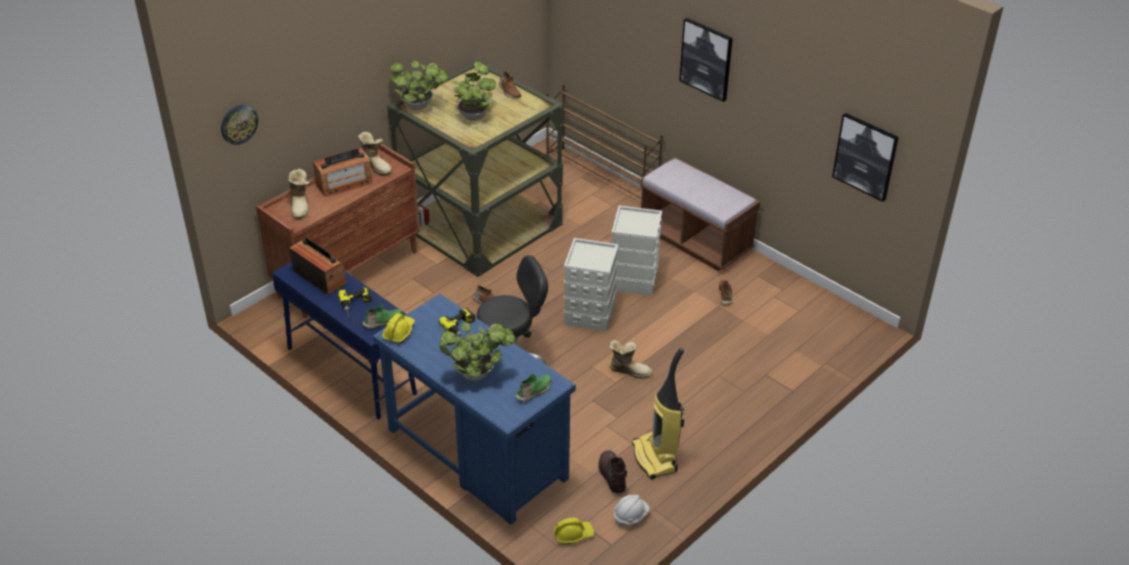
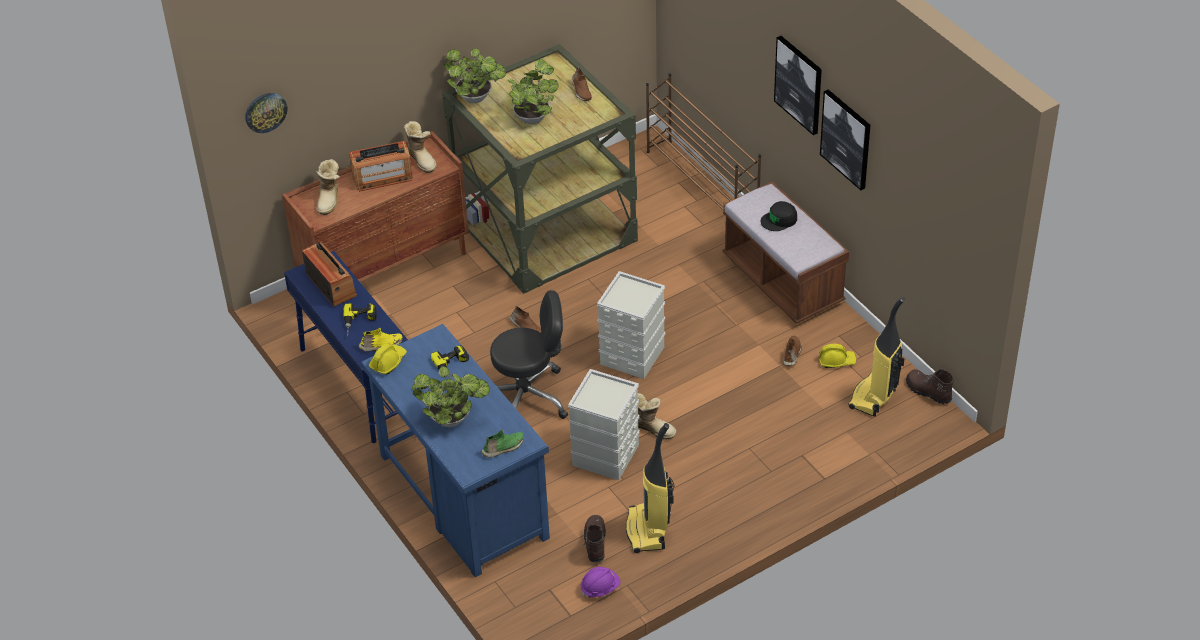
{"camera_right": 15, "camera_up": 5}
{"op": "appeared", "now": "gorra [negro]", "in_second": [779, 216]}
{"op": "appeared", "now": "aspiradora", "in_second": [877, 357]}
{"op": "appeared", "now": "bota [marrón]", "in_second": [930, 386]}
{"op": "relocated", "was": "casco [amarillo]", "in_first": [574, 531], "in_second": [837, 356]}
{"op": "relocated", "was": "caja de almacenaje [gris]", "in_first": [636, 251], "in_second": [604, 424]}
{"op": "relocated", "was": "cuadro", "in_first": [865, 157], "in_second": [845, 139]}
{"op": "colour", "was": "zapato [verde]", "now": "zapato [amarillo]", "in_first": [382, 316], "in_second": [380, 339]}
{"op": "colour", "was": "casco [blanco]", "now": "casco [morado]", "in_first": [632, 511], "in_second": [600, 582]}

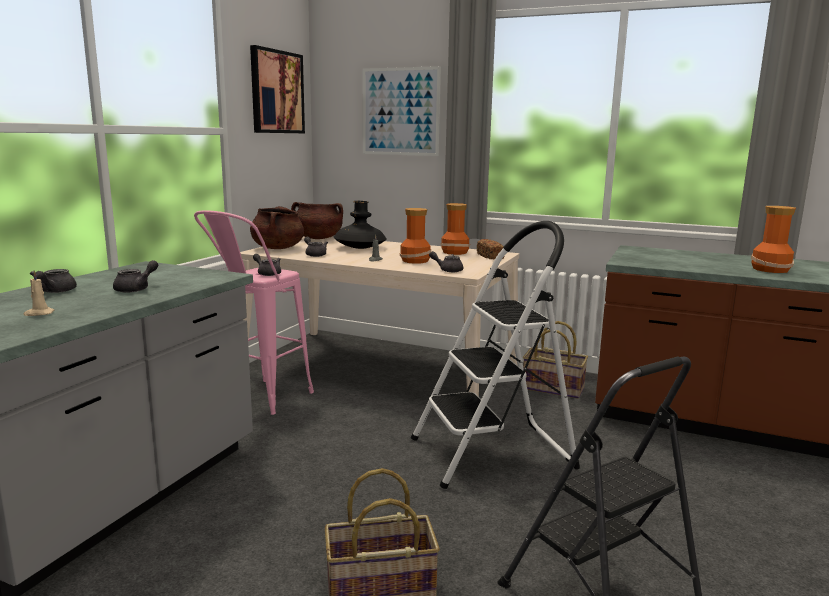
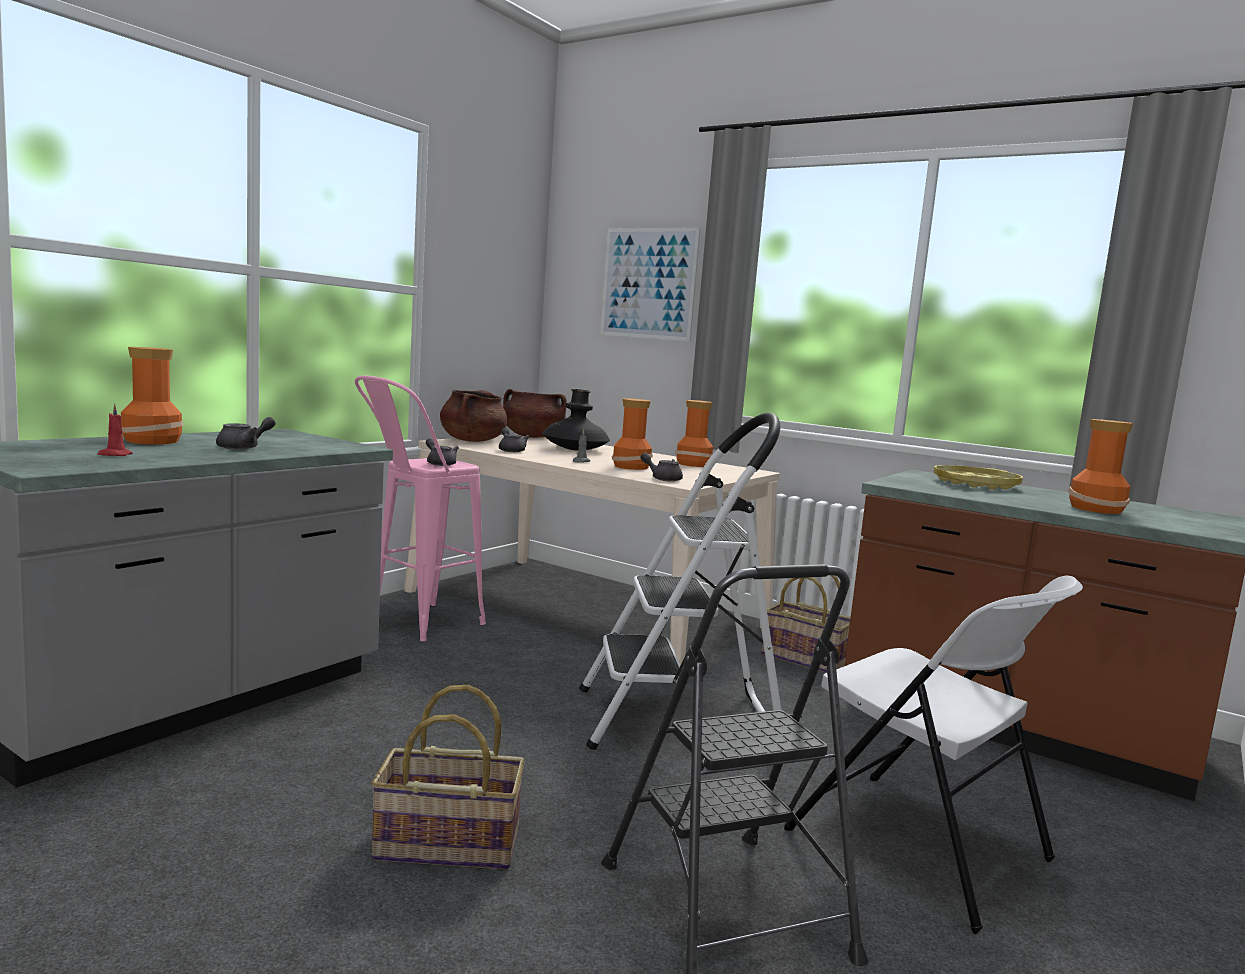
{"camera_right": 10, "camera_up": -5}
{"op": "missing", "was": "cuadro", "in_first": [277, 89]}
{"op": "missing", "was": "pan", "in_first": [490, 249]}
{"op": "appeared", "now": "silla [blanco]", "in_second": [933, 755]}
{"op": "appeared", "now": "bandeja [amarillo]", "in_second": [978, 477]}
{"op": "exchanged", "was": "tetera [gris]", "now": "florero", "in_first": [53, 281], "in_second": [152, 395]}
{"op": "colour", "was": "vela [beis]", "now": "vela [rojo]", "in_first": [39, 293], "in_second": [115, 430]}

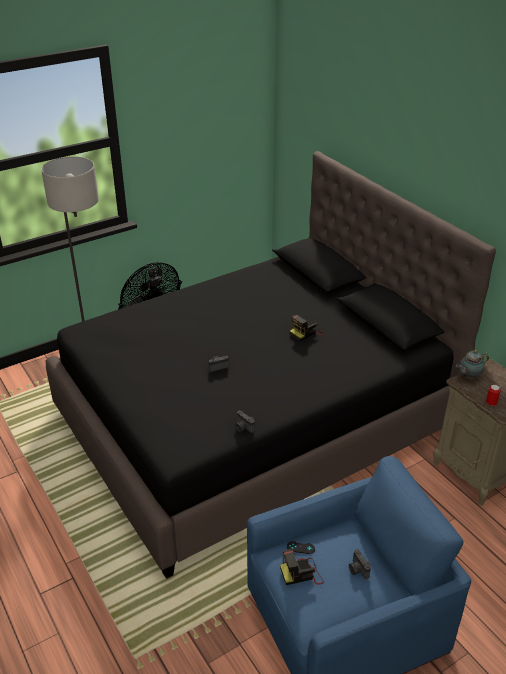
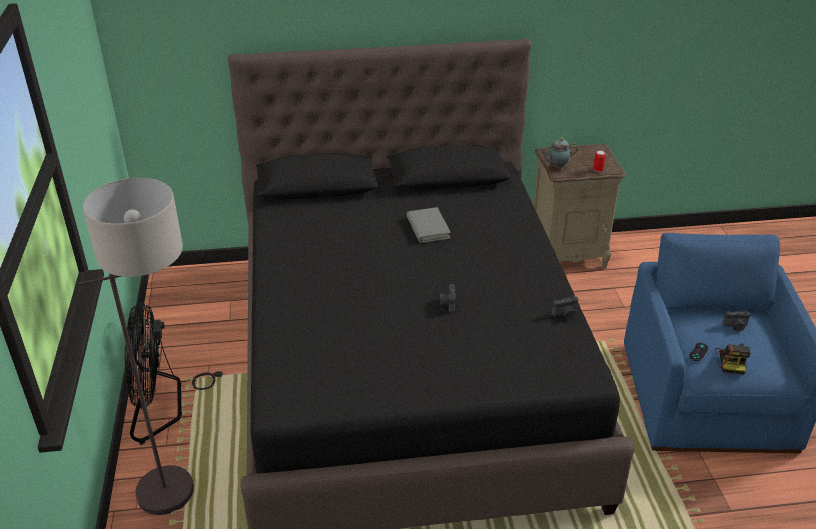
{"camera_right": -65, "camera_up": 0}
{"op": "exchanged", "was": "cámara", "now": "libro [gris]", "in_first": [307, 328], "in_second": [429, 225]}
{"op": "spun", "was": "tetera", "in_first": [472, 364], "in_second": [559, 152], "clockwise": 75}

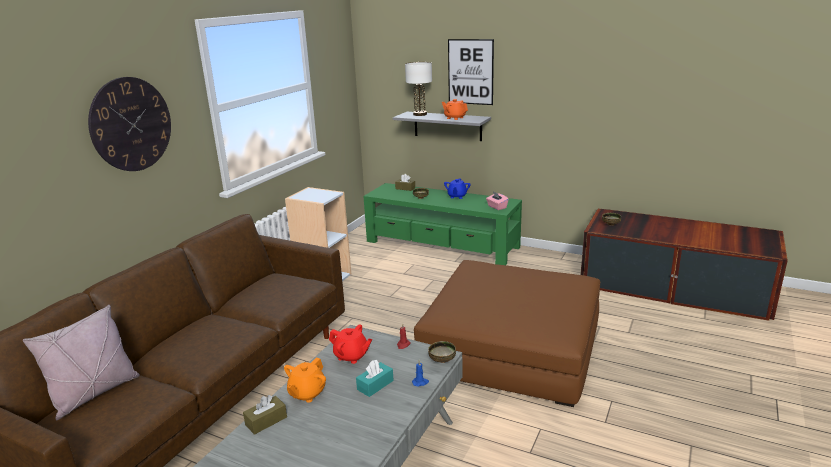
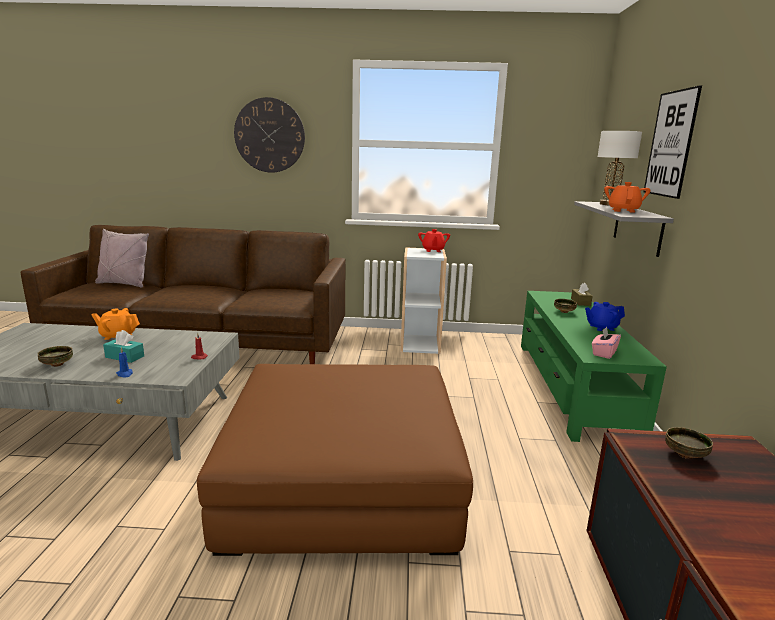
{"camera_right": 65, "camera_up": -5}
{"op": "missing", "was": "caja de pañuelos [marrón]", "in_first": [265, 415]}
{"op": "relocated", "was": "tetera [rojo]", "in_first": [350, 344], "in_second": [434, 240]}
{"op": "relocated", "was": "cuenco", "in_first": [442, 352], "in_second": [55, 356]}

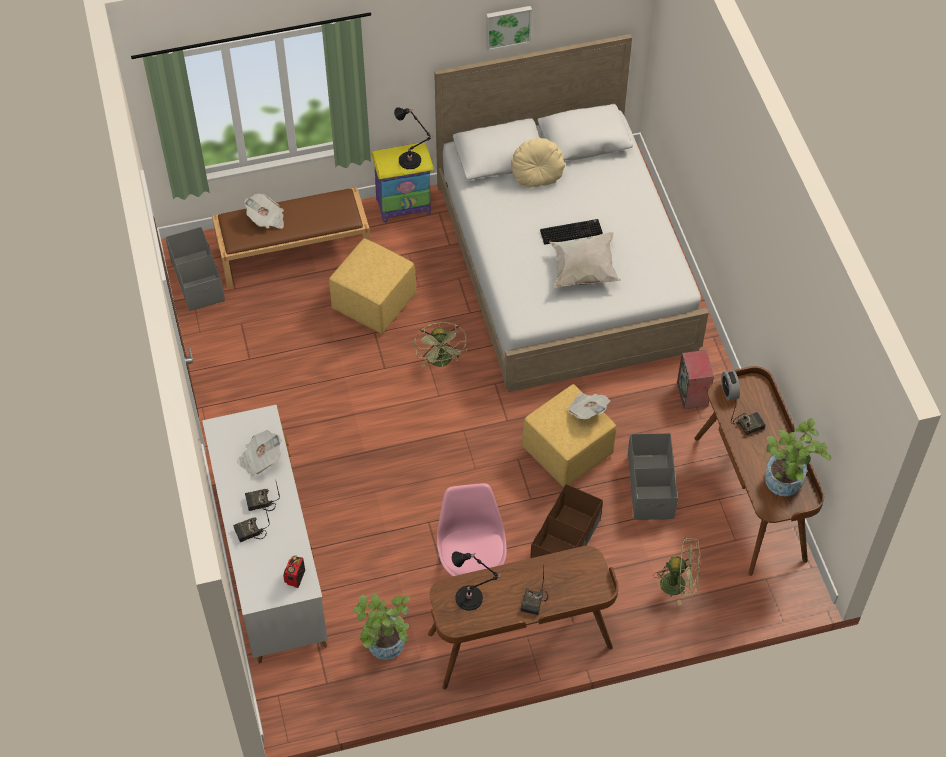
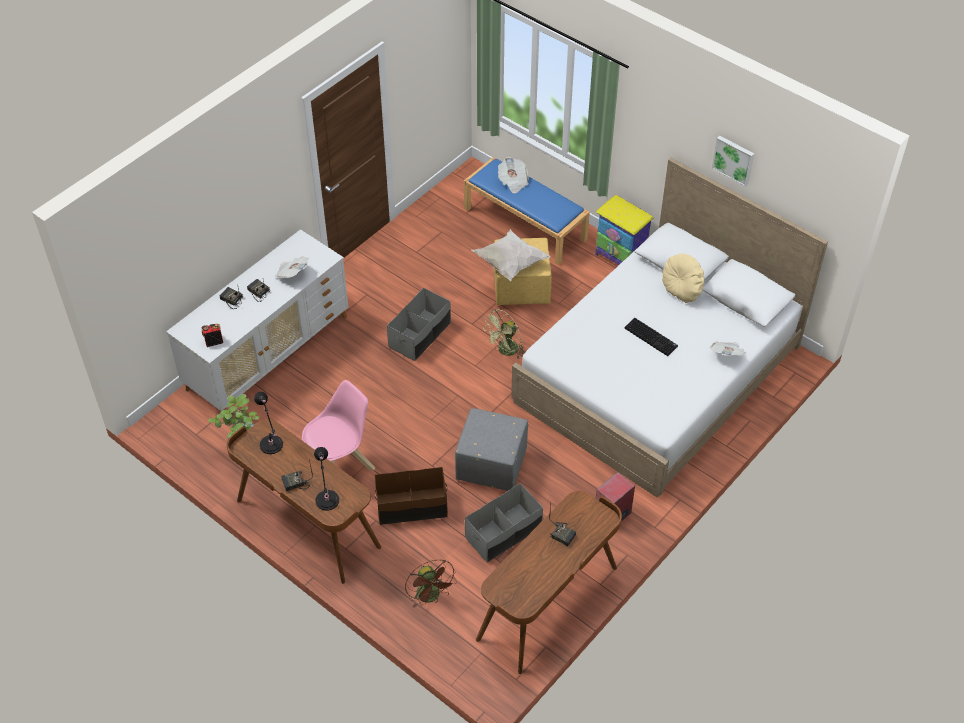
{"camera_right": 55, "camera_up": -5}
{"op": "missing", "was": "despertador", "in_first": [730, 385]}
{"op": "missing", "was": "planta en maceta", "in_first": [798, 457]}
{"op": "relocated", "was": "caja de almacenaje [gris]", "in_first": [195, 269], "in_second": [419, 324]}
{"op": "relocated", "was": "lámpara de mesa [negro]", "in_first": [414, 138], "in_second": [326, 479]}
{"op": "relocated", "was": "cojín [blanco]", "in_first": [585, 260], "in_second": [511, 255]}
{"op": "relocated", "was": "periódico", "in_first": [588, 406], "in_second": [728, 348]}
{"op": "colour", "was": "banco [marrón]", "now": "banco [azul]", "in_first": [291, 237], "in_second": [527, 211]}
{"op": "colour", "was": "puf [amarillo]", "now": "puf [gris]", "in_first": [569, 435], "in_second": [491, 449]}
{"op": "colour", "was": "ventilador [verde]", "now": "ventilador [marrón]", "in_first": [676, 571], "in_second": [431, 584]}

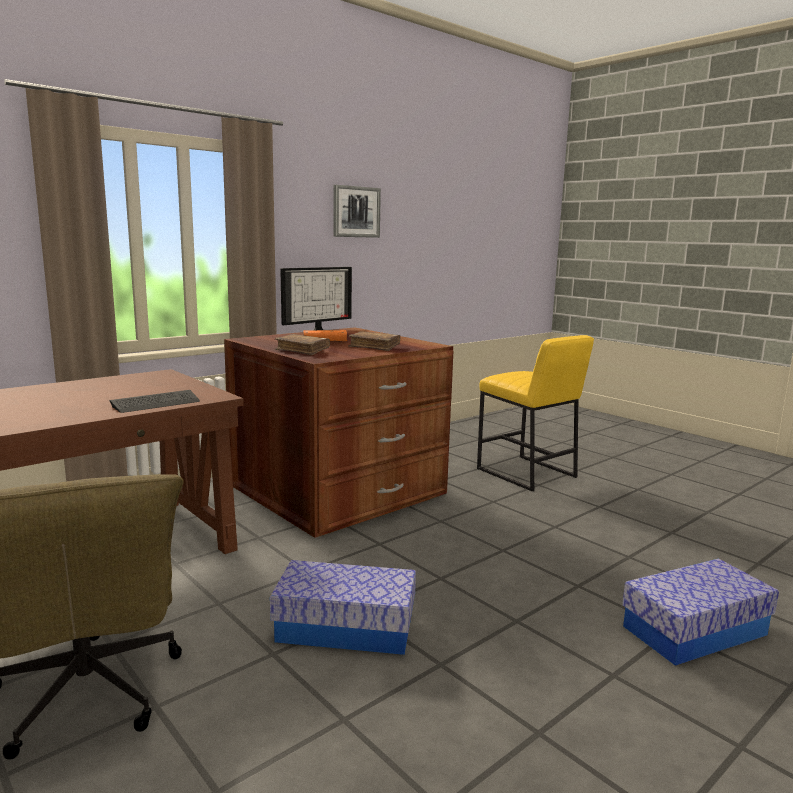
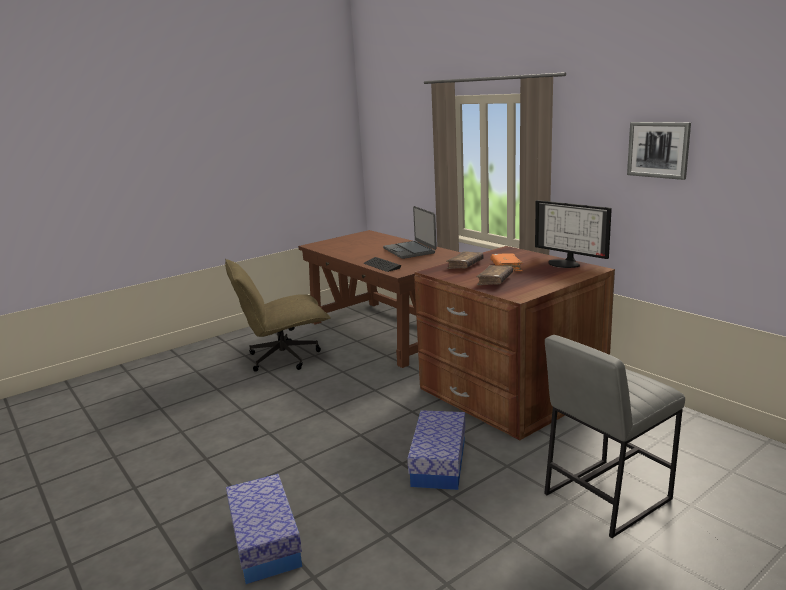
{"camera_right": 95, "camera_up": 5}
{"op": "appeared", "now": "portátil", "in_second": [410, 232]}
{"op": "relocated", "was": "caja de almacenaje", "in_first": [343, 607], "in_second": [436, 450]}
{"op": "colour", "was": "silla [amarillo]", "now": "silla [gris]", "in_first": [535, 413], "in_second": [615, 436]}

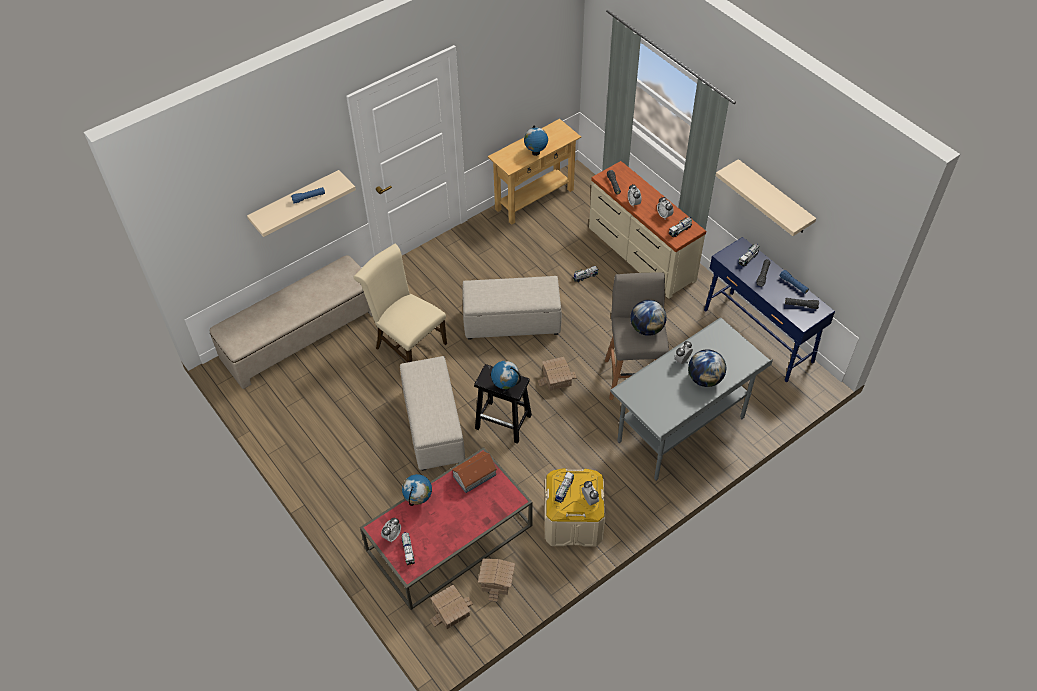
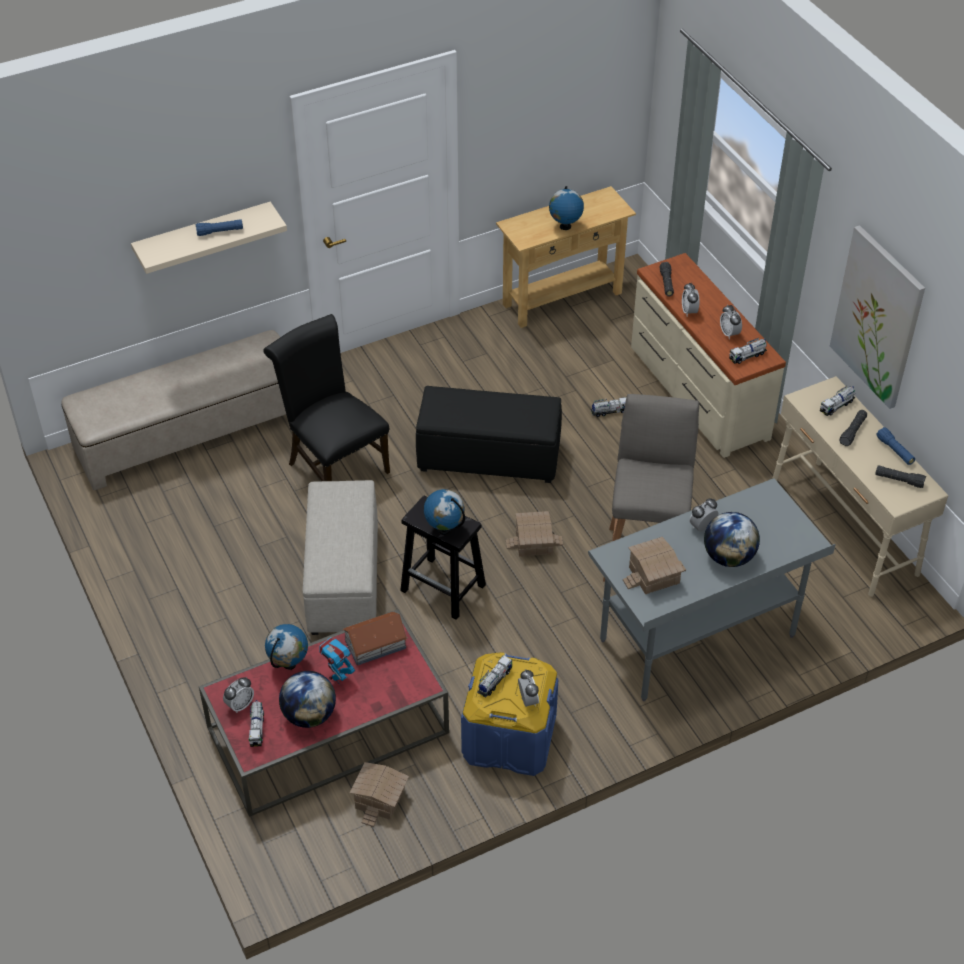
{"camera_right": 10, "camera_up": -5}
{"op": "appeared", "now": "robot de juguete", "in_second": [337, 660]}
{"op": "relocated", "was": "casita", "in_first": [451, 607], "in_second": [654, 565]}
{"op": "relocated", "was": "globo terráqueo", "in_first": [648, 318], "in_second": [307, 699]}
{"op": "exchanged", "was": "estante [beis]", "now": "cuadro", "in_first": [766, 197], "in_second": [877, 317]}
{"op": "colour", "was": "silla [beis]", "now": "silla [negro]", "in_first": [400, 303], "in_second": [326, 397]}
{"op": "colour", "was": "puf [beis]", "now": "puf [negro]", "in_first": [512, 308], "in_second": [489, 434]}
{"op": "colour", "was": "caja de almacenaje [beis]", "now": "caja de almacenaje [azul]", "in_first": [575, 507], "in_second": [510, 714]}
{"op": "colour", "was": "mesa consola [azul]", "now": "mesa consola [beis]", "in_first": [769, 309], "in_second": [860, 486]}

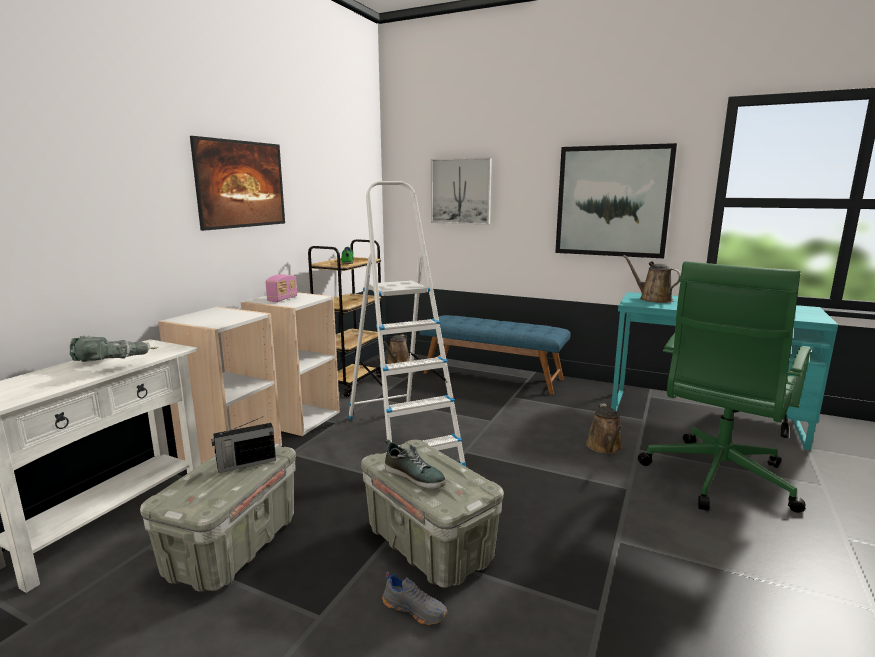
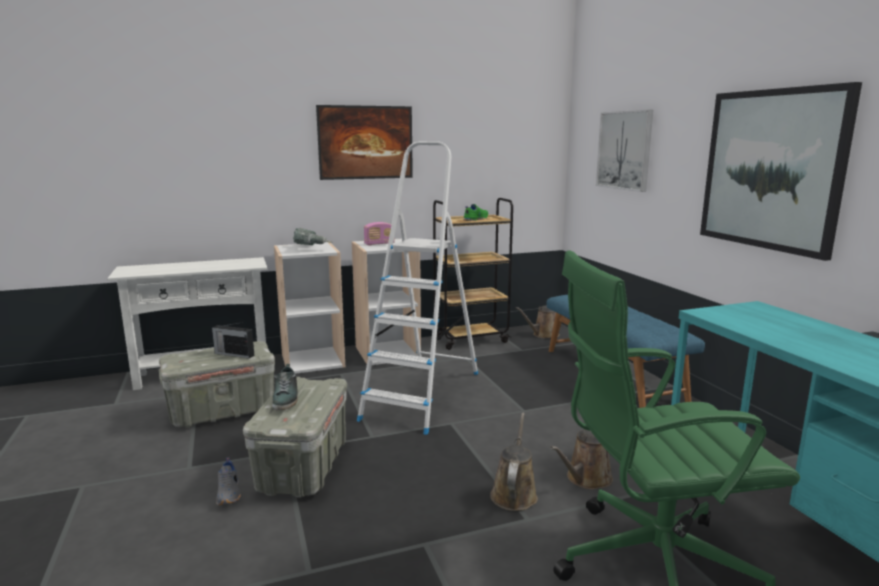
{"camera_right": 45, "camera_up": 0}
{"op": "relocated", "was": "taladro", "in_first": [114, 349], "in_second": [312, 236]}
{"op": "relocated", "was": "regadera [marrón]", "in_first": [652, 279], "in_second": [514, 461]}

